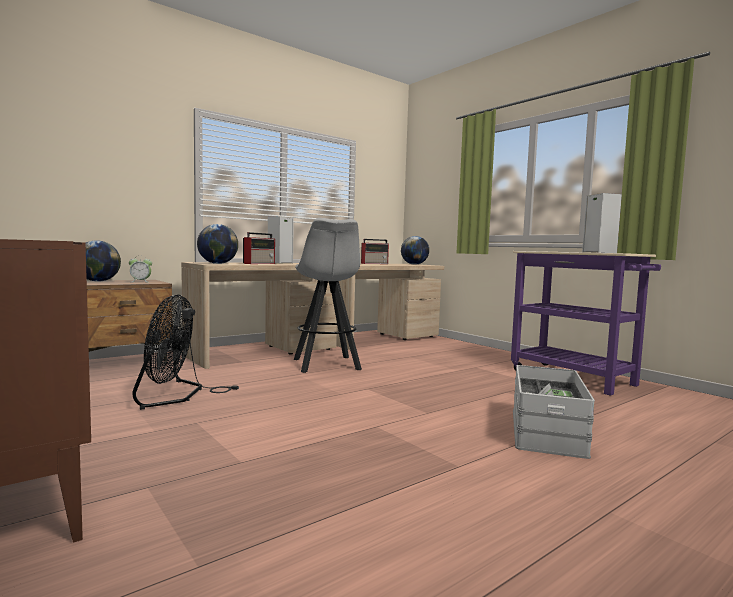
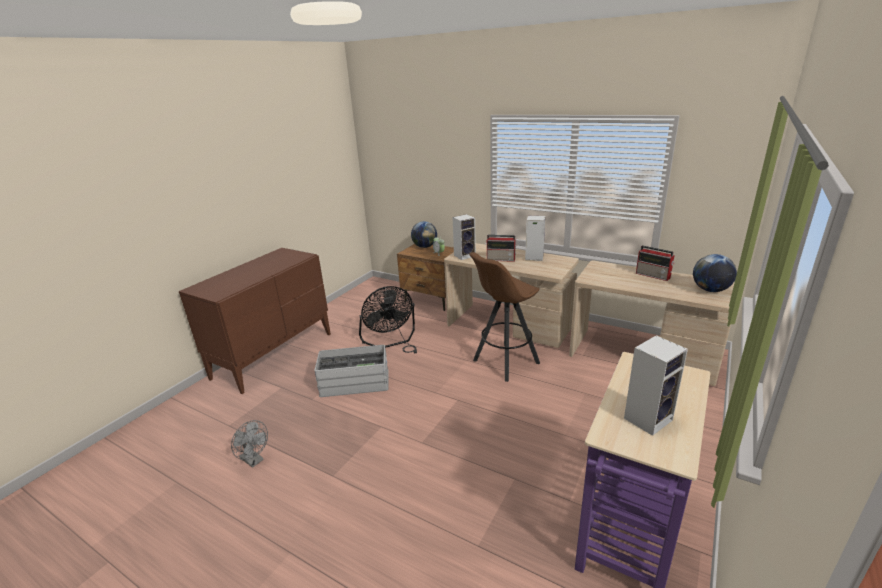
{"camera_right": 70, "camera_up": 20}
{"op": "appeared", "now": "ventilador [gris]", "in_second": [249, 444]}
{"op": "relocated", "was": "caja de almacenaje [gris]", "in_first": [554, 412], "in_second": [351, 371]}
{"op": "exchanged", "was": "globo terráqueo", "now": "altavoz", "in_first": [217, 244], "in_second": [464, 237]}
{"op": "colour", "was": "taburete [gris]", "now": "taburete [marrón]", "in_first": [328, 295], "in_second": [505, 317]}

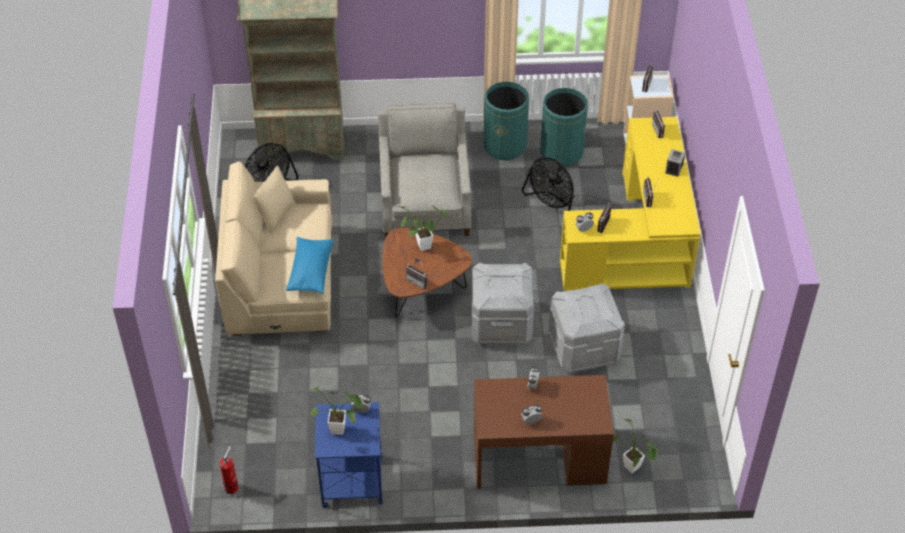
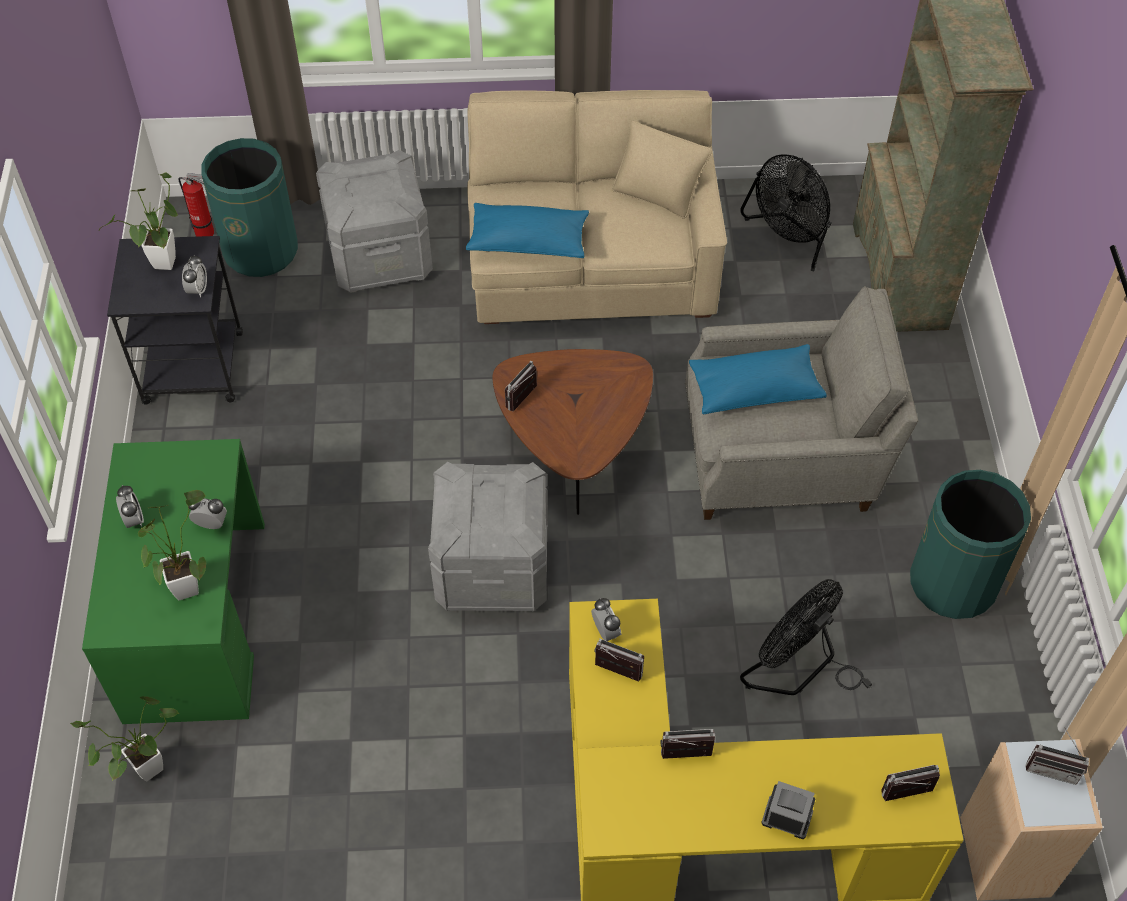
{"camera_right": 90, "camera_up": 5}
{"op": "appeared", "now": "cojín [azul]", "in_second": [757, 379]}
{"op": "relocated", "was": "planta en maceta", "in_first": [423, 228], "in_second": [172, 545]}
{"op": "relocated", "was": "papelera [verde]", "in_first": [564, 127], "in_second": [249, 207]}
{"op": "relocated", "was": "caja de almacenaje [gris]", "in_first": [586, 328], "in_second": [374, 221]}
{"op": "colour", "was": "carrito [azul]", "now": "carrito [negro]", "in_first": [349, 455], "in_second": [175, 320]}
{"op": "colour", "was": "escritorio [marrón]", "now": "escritorio [verde]", "in_first": [543, 432], "in_second": [173, 581]}

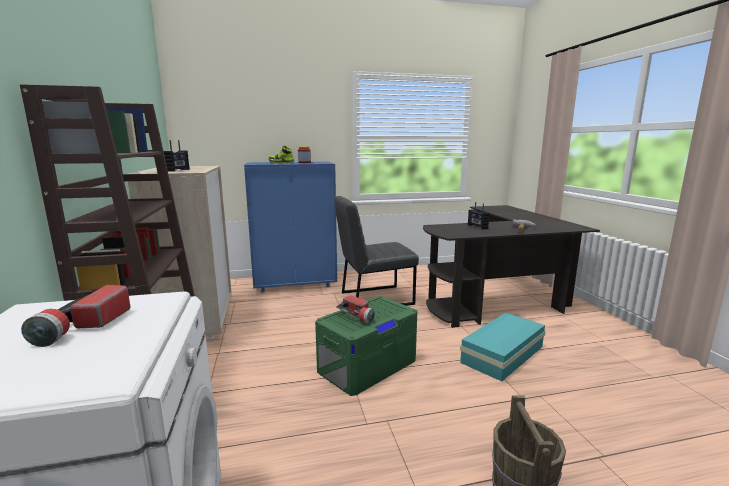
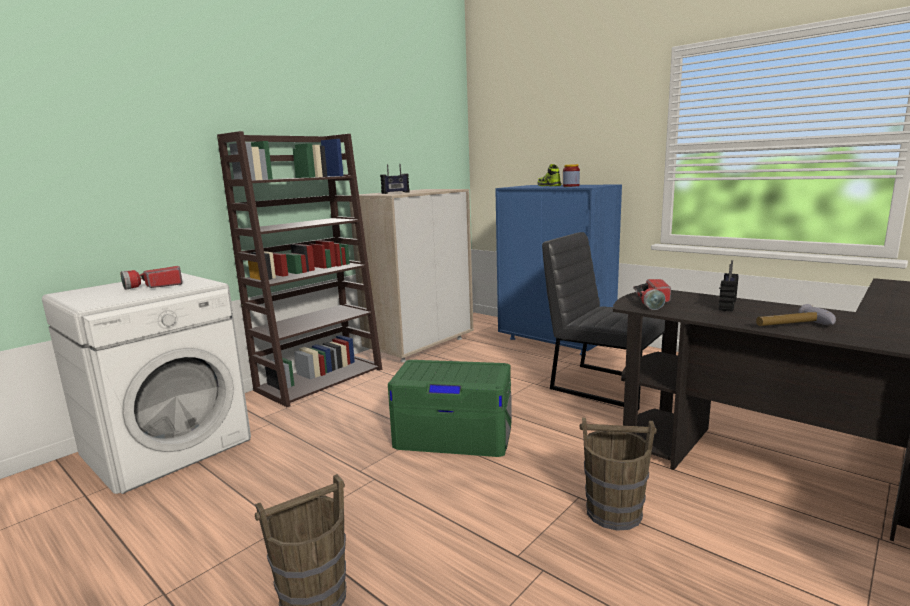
{"camera_right": 55, "camera_up": 0}
{"op": "relocated", "was": "linterna", "in_first": [356, 309], "in_second": [652, 294]}
{"op": "exchanged", "was": "caja de almacenaje [turquesa]", "now": "cubo [marrón]", "in_first": [503, 347], "in_second": [618, 474]}

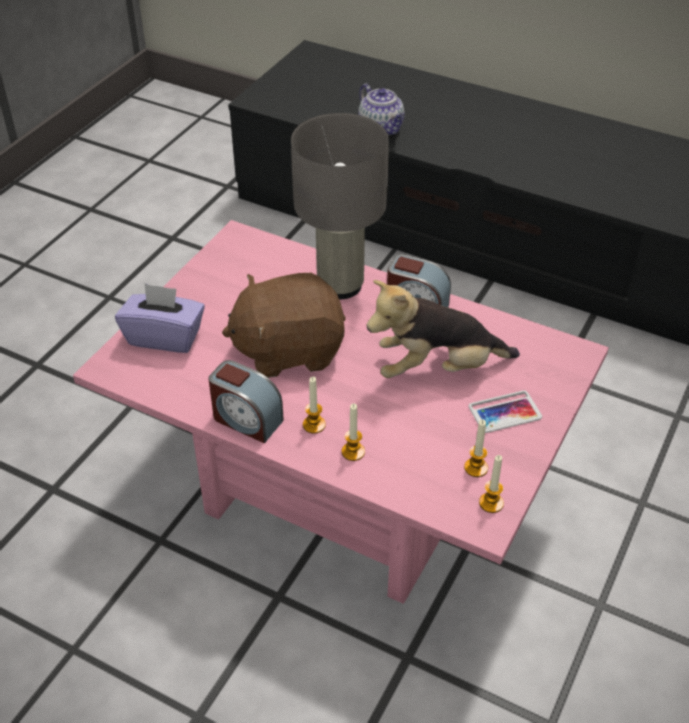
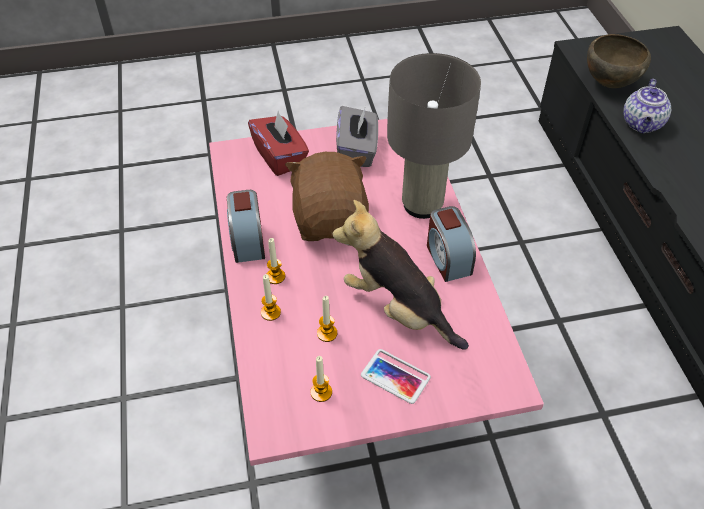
{"camera_right": 50, "camera_up": 5}
{"op": "appeared", "now": "caja de pañuelos [gris]", "in_second": [357, 136]}
{"op": "appeared", "now": "cuenco [marrón]", "in_second": [619, 61]}
{"op": "relocated", "was": "vela", "in_first": [491, 484], "in_second": [327, 319]}
{"op": "colour", "was": "caja de pañuelos [morado]", "now": "caja de pañuelos [rojo]", "in_first": [160, 318], "in_second": [278, 143]}
{"op": "spun", "was": "peluche [marrón]", "in_first": [284, 325], "in_second": [327, 196], "clockwise": 45}

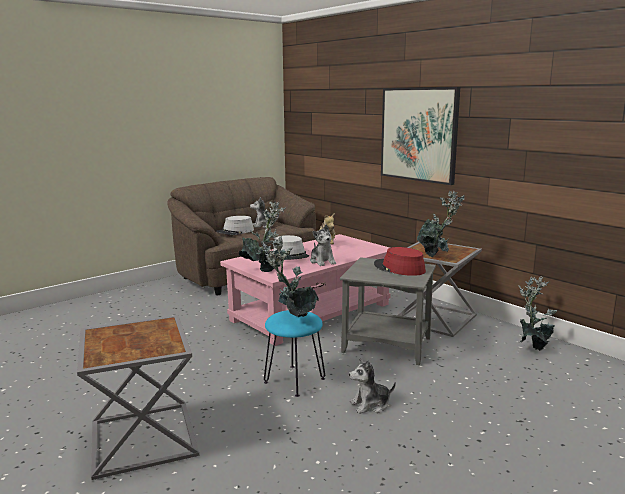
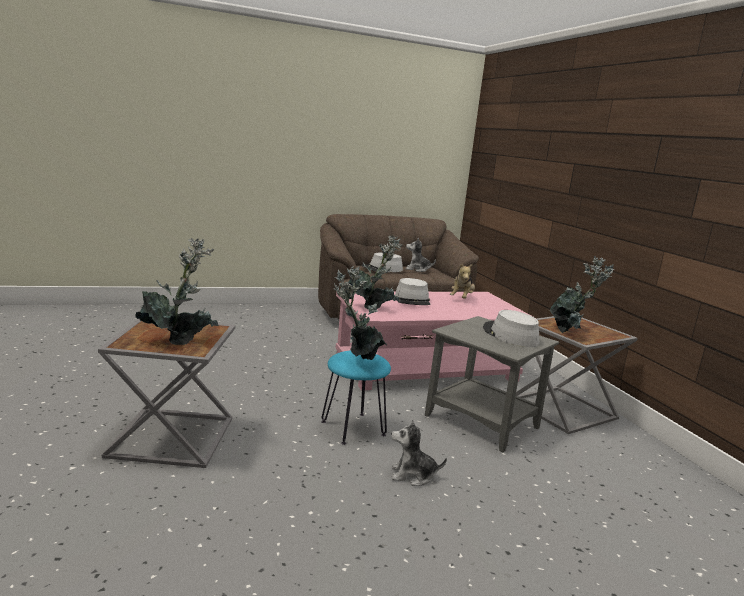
{"camera_right": 20, "camera_up": 0}
{"op": "missing", "was": "peluche", "in_first": [323, 245]}
{"op": "missing", "was": "cuadro", "in_first": [420, 136]}
{"op": "relocated", "was": "planta en maceta", "in_first": [538, 313], "in_second": [177, 291]}
{"op": "colour", "was": "sombrero [rojo]", "now": "sombrero [gris]", "in_first": [400, 261], "in_second": [511, 328]}

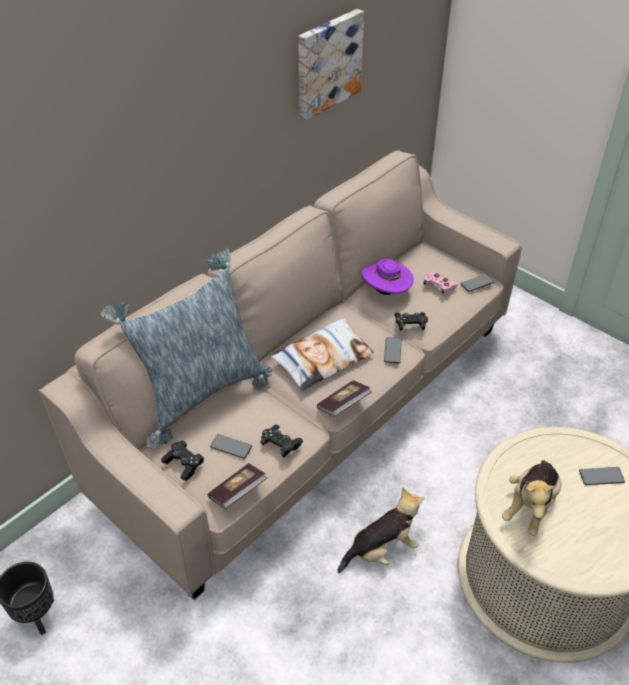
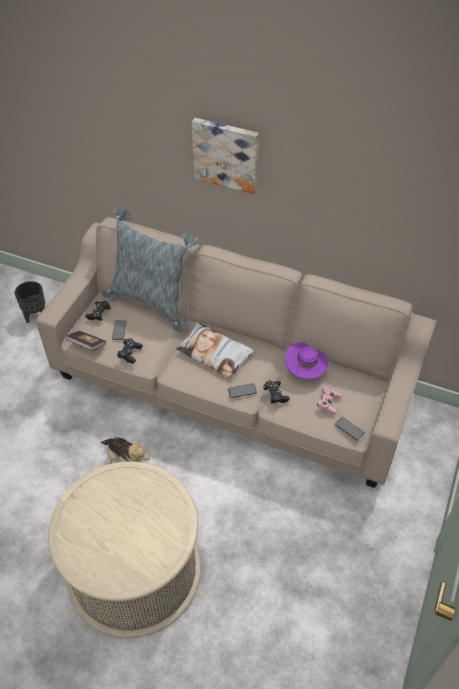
{"camera_right": 70, "camera_up": 5}
{"op": "missing", "was": "libro", "in_first": [344, 398]}
{"op": "missing", "was": "peluche", "in_first": [531, 498]}
{"op": "missing", "was": "móvil", "in_first": [602, 476]}
{"op": "relocated", "was": "cuadro", "in_first": [331, 65], "in_second": [225, 156]}

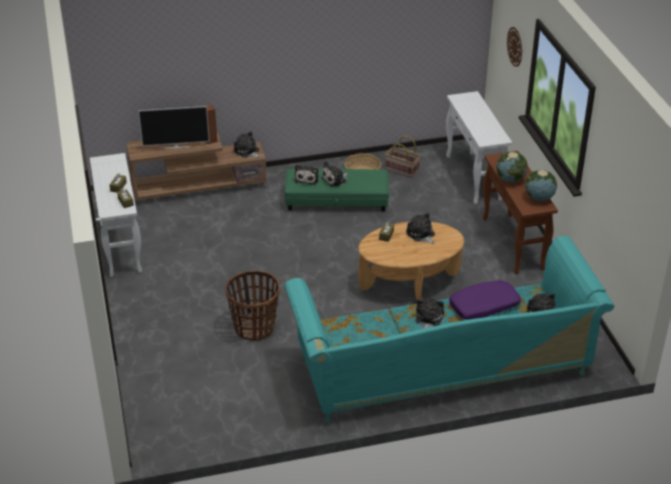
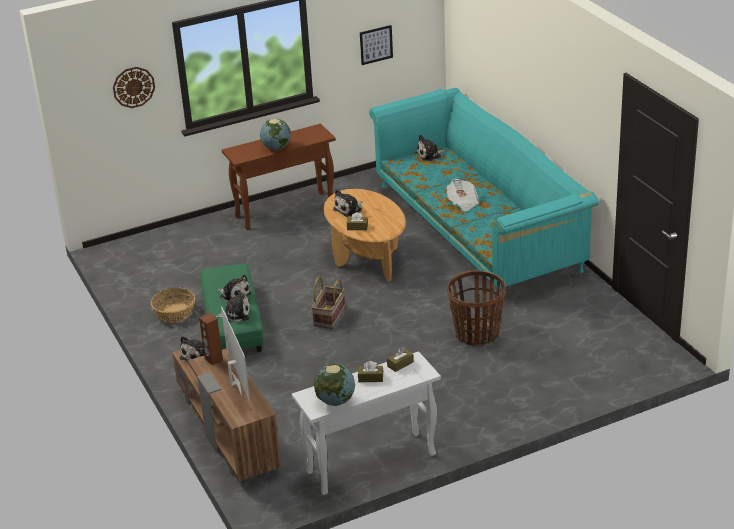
{"camera_right": -100, "camera_up": -5}
{"op": "missing", "was": "mesa consola [blanco]", "in_first": [479, 147]}
{"op": "missing", "was": "cojín [morado]", "in_first": [485, 300]}
{"op": "appeared", "now": "cuadro", "in_second": [376, 45]}
{"op": "relocated", "was": "cesta", "in_first": [403, 157], "in_second": [328, 303]}
{"op": "relocated", "was": "globo terráqueo", "in_first": [541, 185], "in_second": [334, 385]}
{"op": "exchanged", "was": "peluche", "now": "periódico", "in_first": [429, 313], "in_second": [462, 195]}

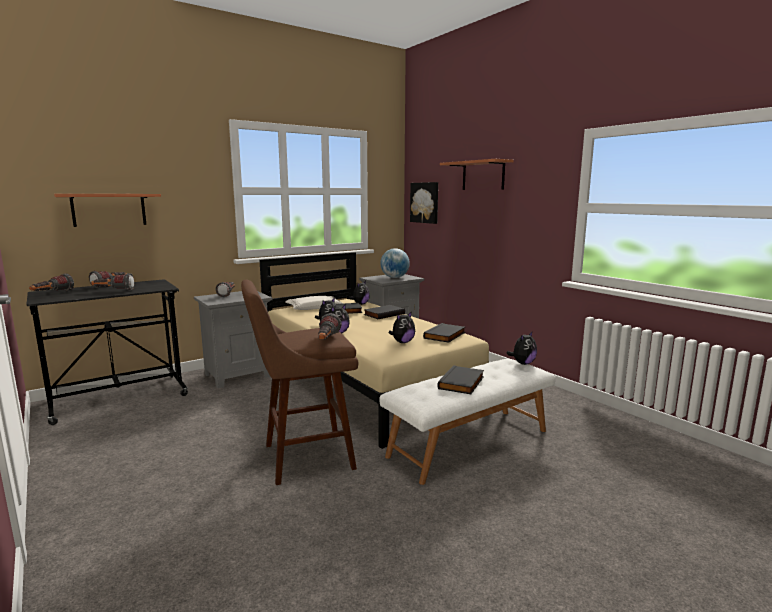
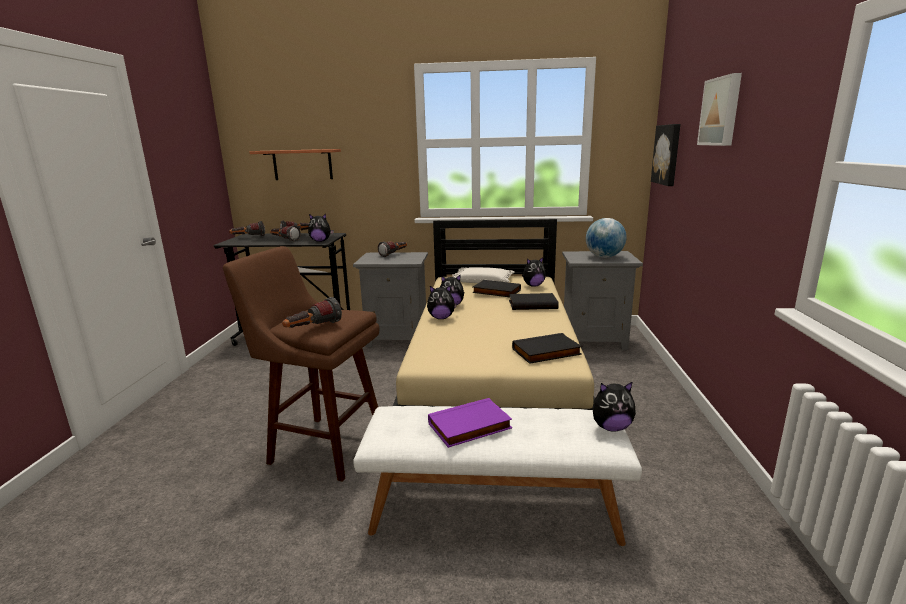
{"camera_right": 40, "camera_up": 5}
{"op": "relocated", "was": "peluche", "in_first": [402, 327], "in_second": [321, 228]}
{"op": "exchanged", "was": "estante", "now": "cuadro", "in_first": [477, 174], "in_second": [719, 109]}
{"op": "colour", "was": "libro [negro]", "now": "libro [morado]", "in_first": [460, 379], "in_second": [470, 423]}

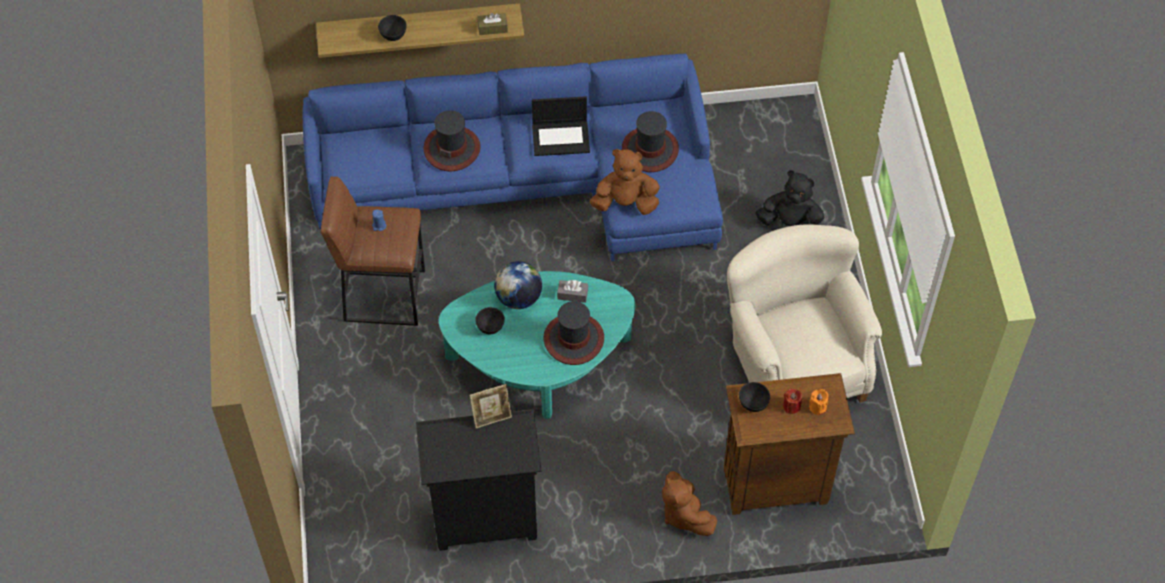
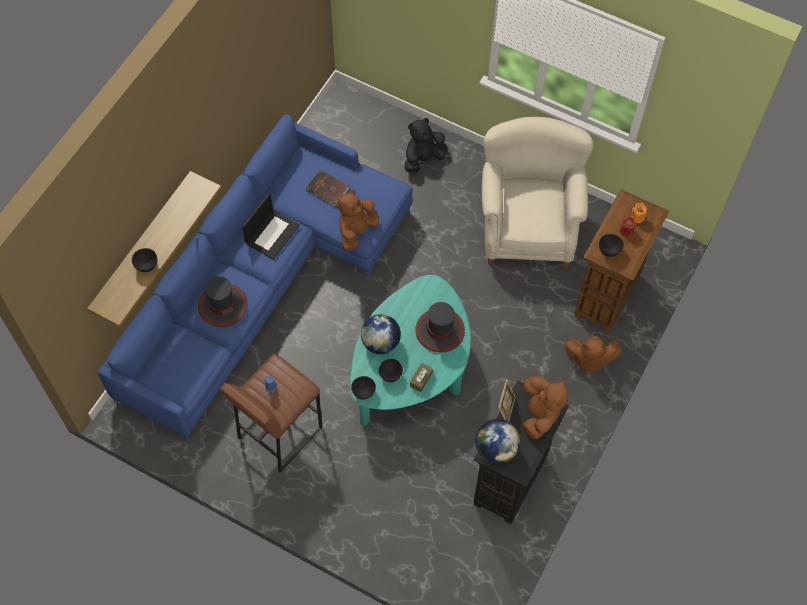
{"camera_right": -55, "camera_up": 5}
{"op": "missing", "was": "caja de pañuelos [gris]", "in_first": [572, 291]}
{"op": "appeared", "now": "cuenco [negro]", "in_second": [363, 387]}
{"op": "appeared", "now": "globo terráqueo", "in_second": [497, 441]}
{"op": "appeared", "now": "peluche [marrón]", "in_second": [545, 408]}
{"op": "relocated", "was": "caja de pañuelos [marrón]", "in_first": [492, 24], "in_second": [421, 377]}
{"op": "exchanged", "was": "sombrero", "now": "libro [marrón]", "in_first": [650, 141], "in_second": [327, 188]}
{"op": "spun", "was": "sillón [beis]", "in_first": [804, 313], "in_second": [537, 193], "clockwise": 75}

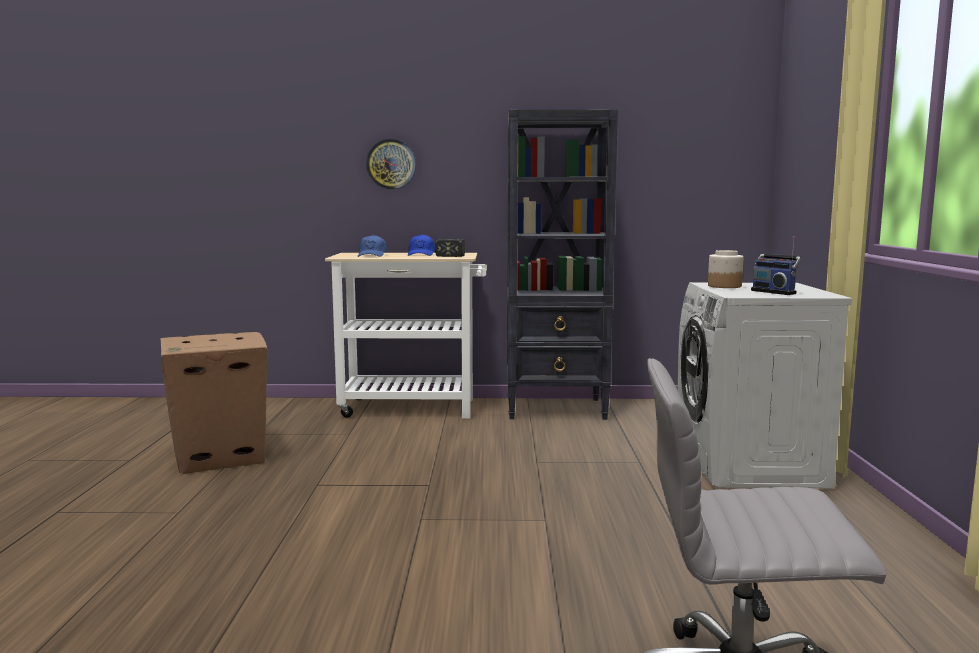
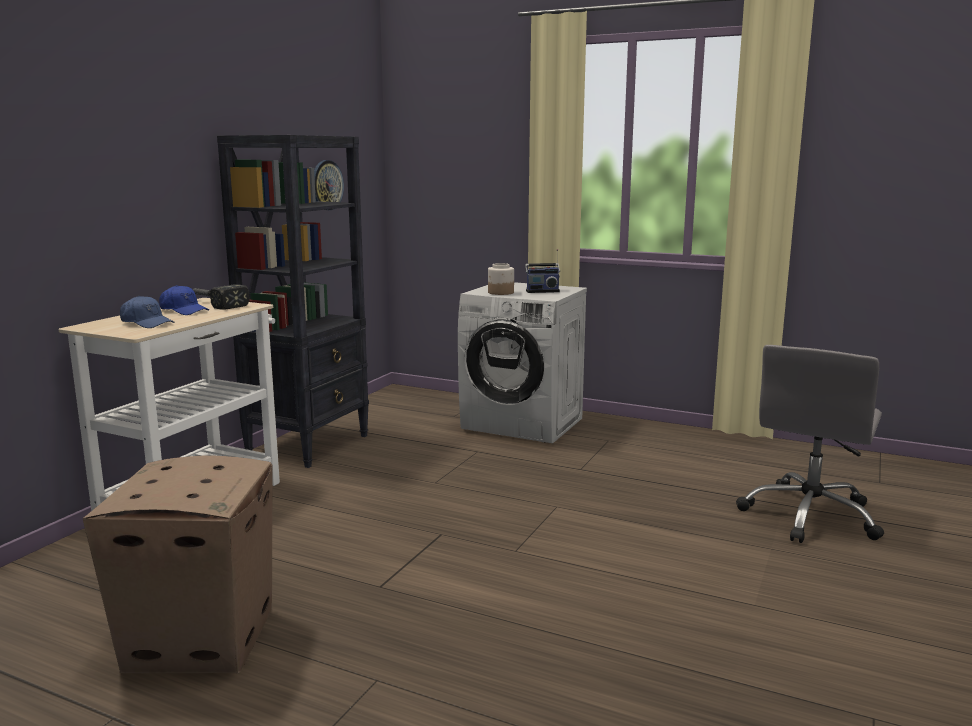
{"camera_right": -65, "camera_up": 5}
{"op": "relocated", "was": "reloj de pared", "in_first": [391, 164], "in_second": [329, 185]}

